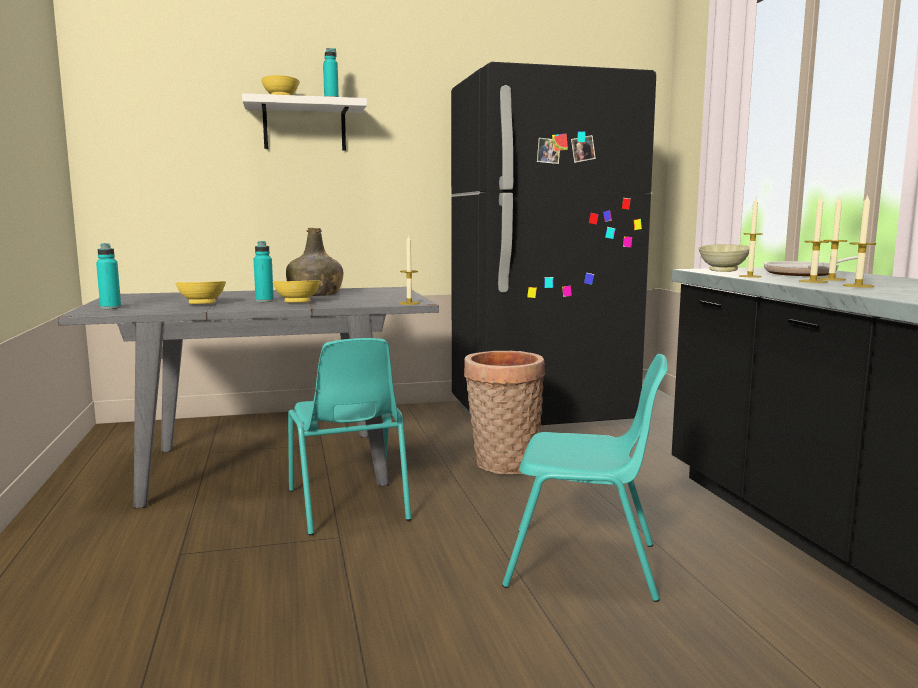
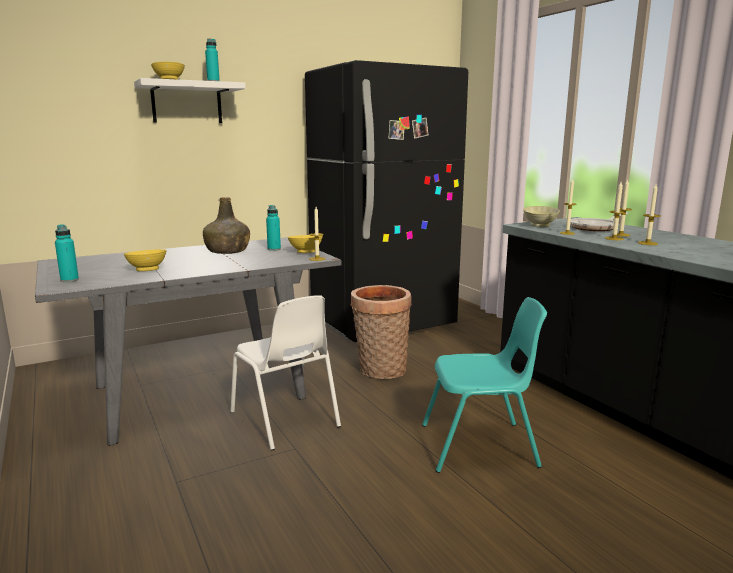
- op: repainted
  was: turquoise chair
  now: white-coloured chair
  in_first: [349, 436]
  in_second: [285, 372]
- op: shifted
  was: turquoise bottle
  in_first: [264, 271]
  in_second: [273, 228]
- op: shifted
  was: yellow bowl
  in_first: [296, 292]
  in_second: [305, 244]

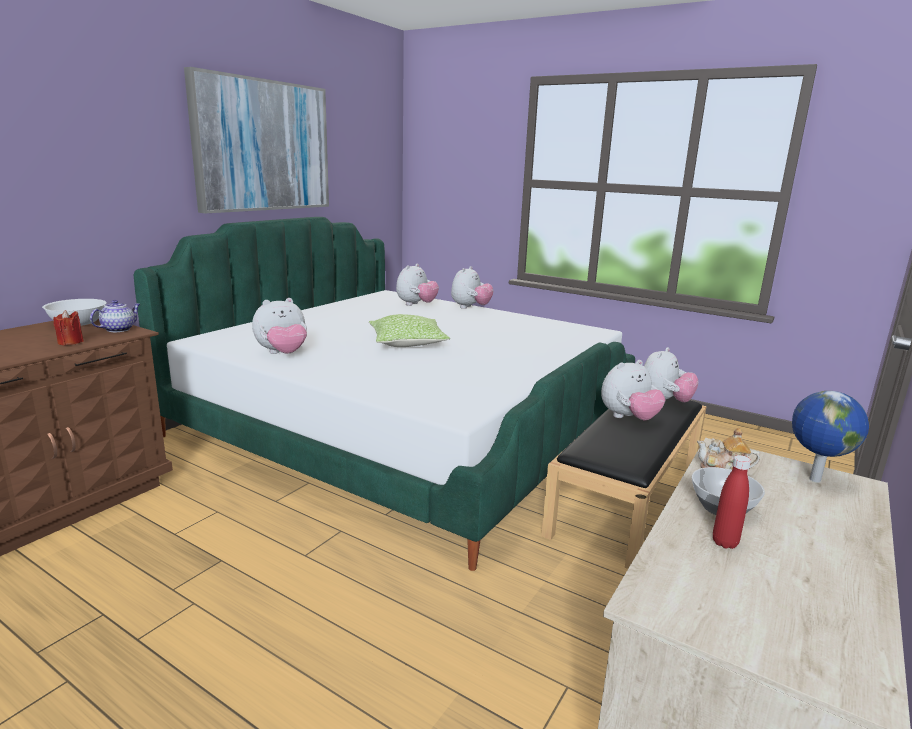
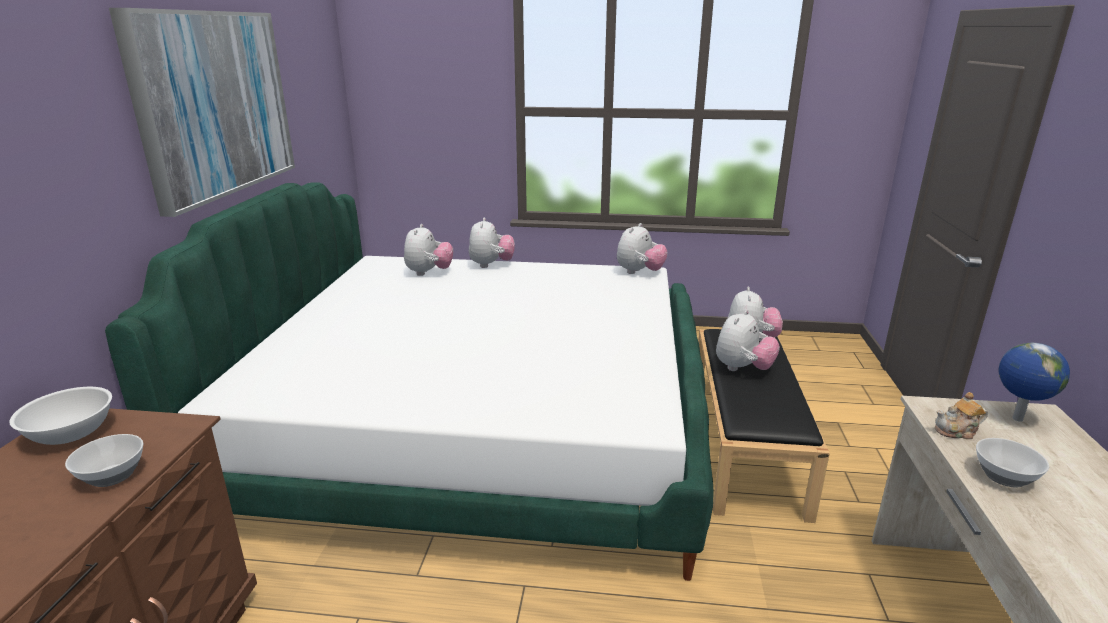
- op: swapped
  was: red wax light
  now: bowl
  in_first: [68, 327]
  in_second: [104, 460]
- op: shifted
  was: plush toy
  in_first: [279, 326]
  in_second: [642, 248]
- op: gone
  was: teapot
  in_first: [115, 316]
- op: gone
  was: pillow
  in_first: [409, 330]
- op: gone
  was: red bottle
  in_first: [732, 502]

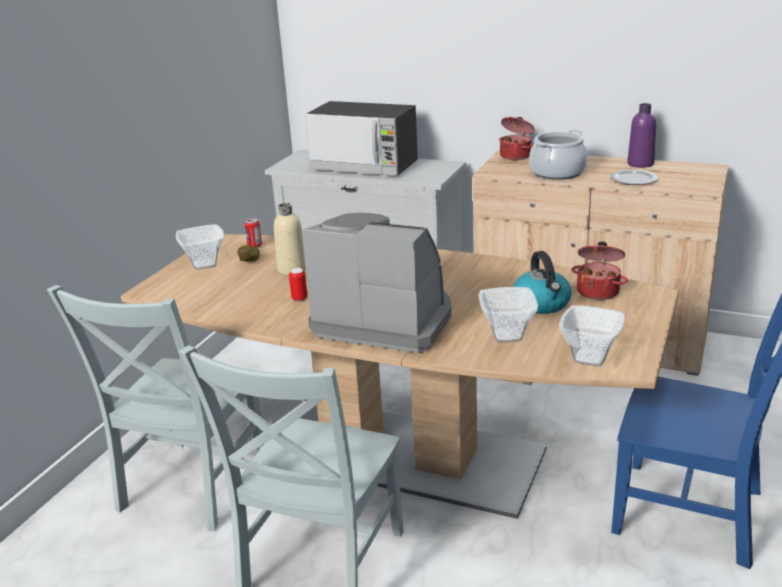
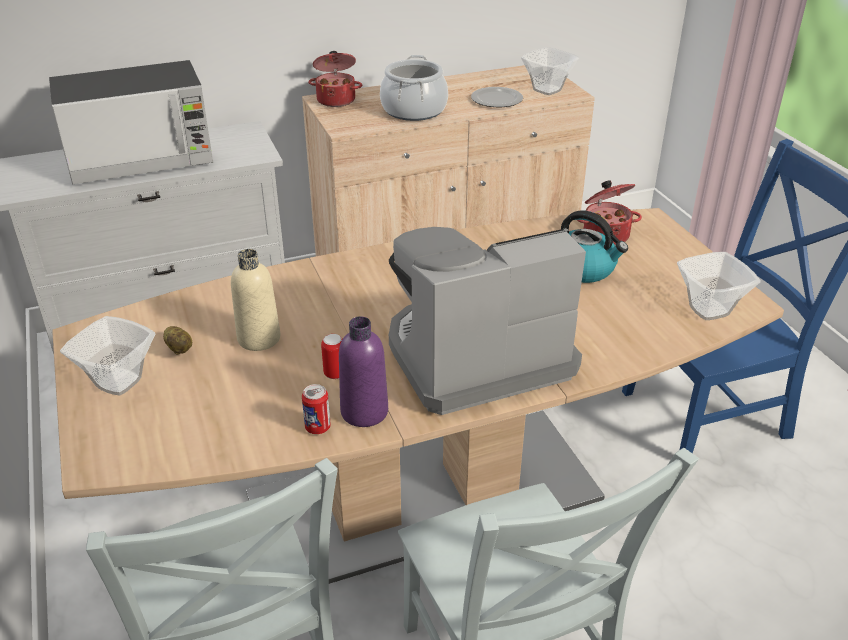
- op: shifted
  was: sealed can
  in_first: [253, 232]
  in_second: [316, 409]
- op: shifted
  was: purplish bottle
  in_first: [641, 135]
  in_second: [363, 371]
- op: shifted
  was: bowl
  in_first: [508, 315]
  in_second: [550, 71]

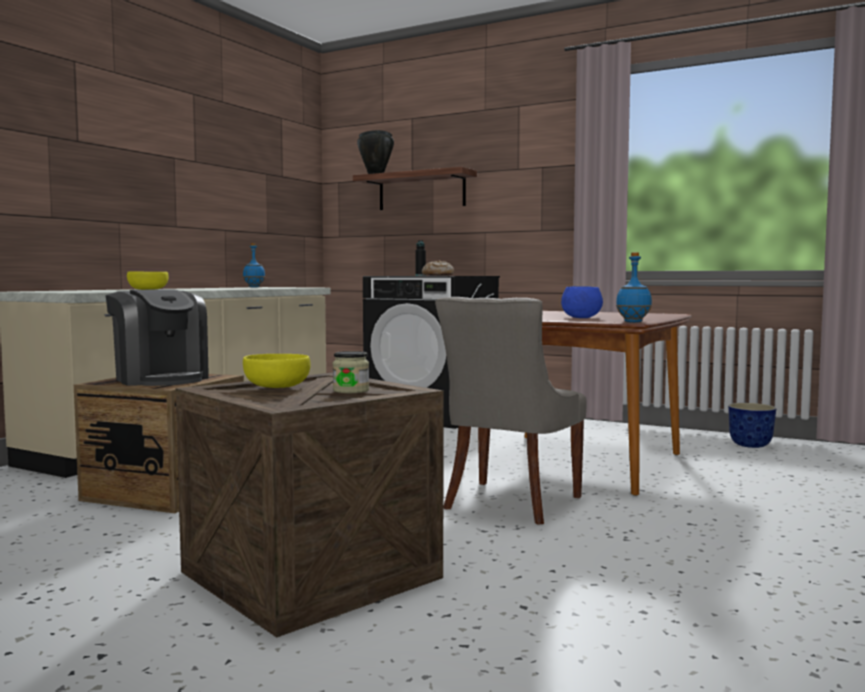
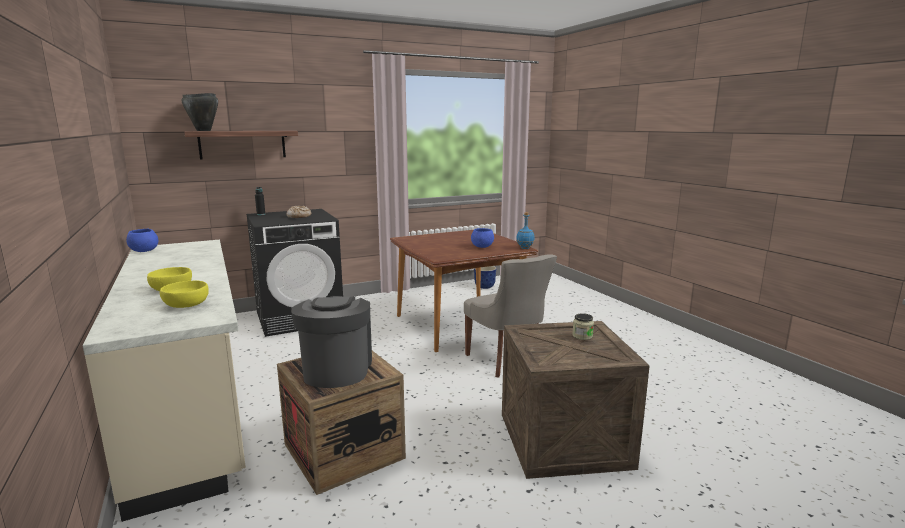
- op: swapped
  was: blue bottle
  now: blue bowl
  in_first: [254, 265]
  in_second: [142, 240]
- op: shifted
  was: yellow bowl
  in_first: [277, 371]
  in_second: [184, 294]
- op: rotated
  was: coffee maker
  in_first: [157, 338]
  in_second: [331, 342]
  clockwise: -90

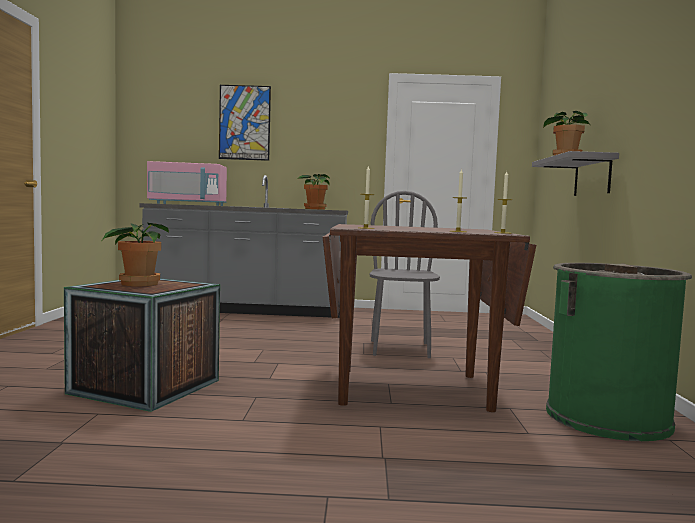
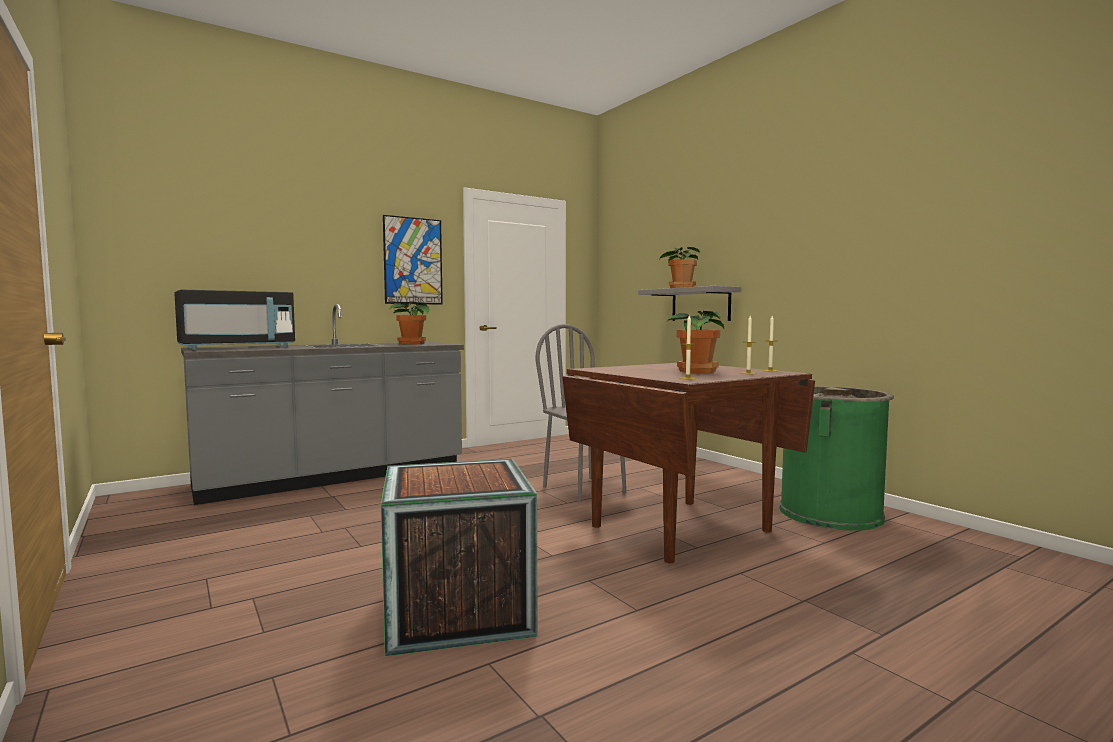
- op: repainted
  was: pink kitchen microwave
  now: blackish kitchen microwave
  in_first: [187, 183]
  in_second: [234, 320]
- op: shifted
  was: wall art
  in_first: [245, 123]
  in_second: [413, 260]
- op: shifted
  was: plant in a pot
  in_first: [135, 254]
  in_second: [695, 342]

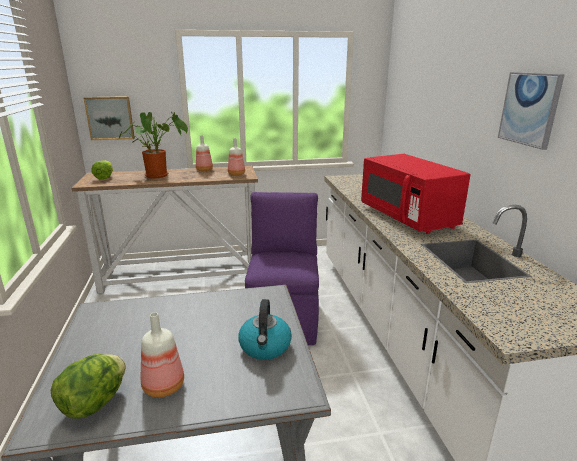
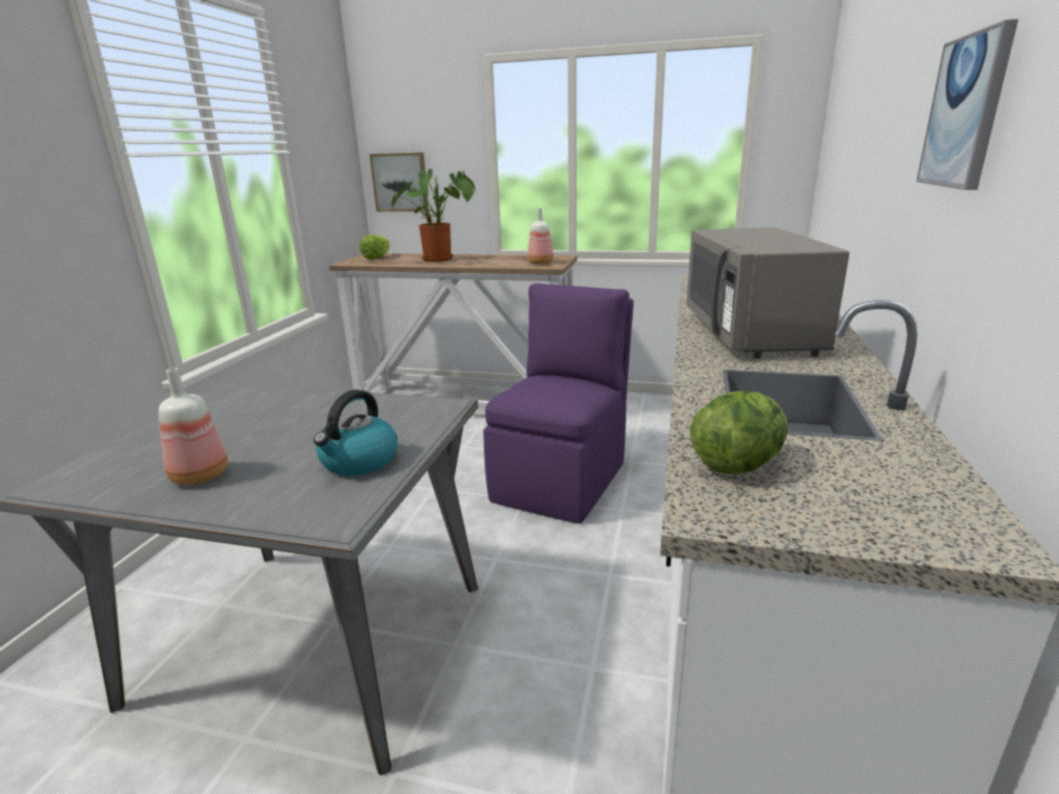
- op: repainted
  was: red kitchen microwave
  now: gray kitchen microwave
  in_first: [416, 194]
  in_second: [768, 292]
- op: shifted
  was: lettuce head
  in_first: [88, 386]
  in_second: [738, 432]
- op: gone
  was: bottle
  in_first: [204, 153]

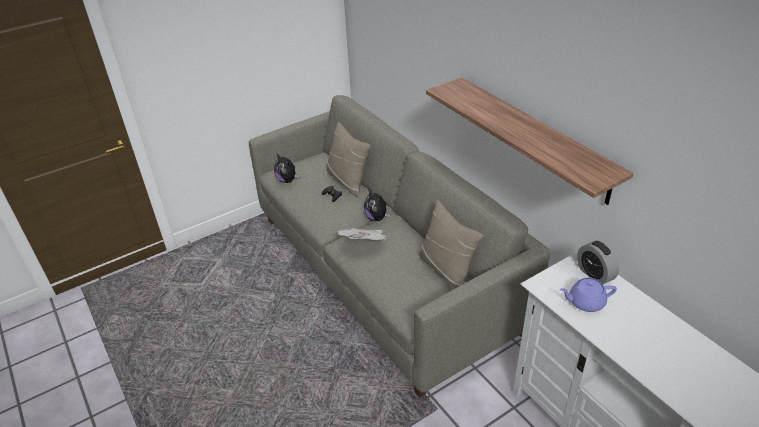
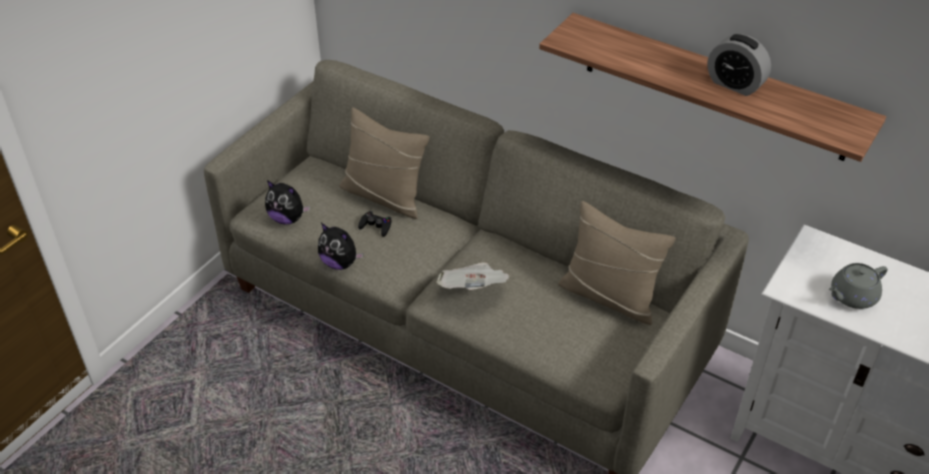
- op: shifted
  was: plush toy
  in_first: [377, 205]
  in_second: [340, 246]
- op: shifted
  was: bedside clock
  in_first: [598, 262]
  in_second: [739, 65]
- op: repainted
  was: purplish teapot
  now: gray teapot
  in_first: [588, 295]
  in_second: [858, 286]

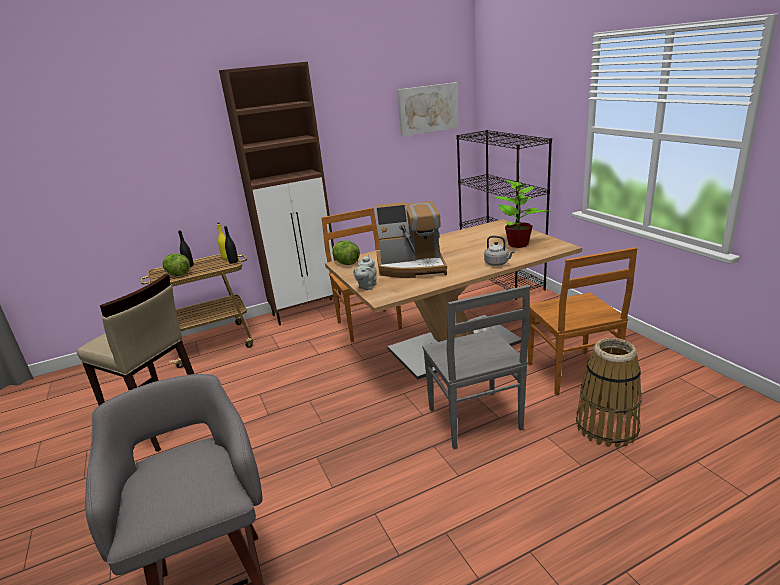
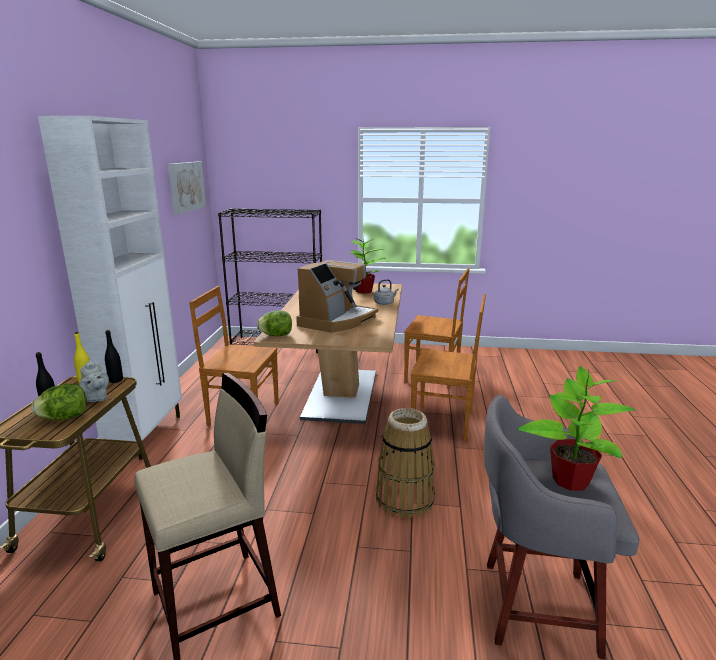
- op: repainted
  was: brownish cupboard
  now: white-coloured cupboard
  in_first: [280, 193]
  in_second: [110, 288]
- op: shifted
  was: gray teapot
  in_first: [365, 272]
  in_second: [94, 381]
- op: shifted
  was: storage basket
  in_first: [609, 392]
  in_second: [405, 463]
- op: repainted
  was: gray chair
  now: brownish chair
  in_first: [476, 367]
  in_second: [448, 367]
- op: new
  now: plant in a pot
  in_second: [576, 428]

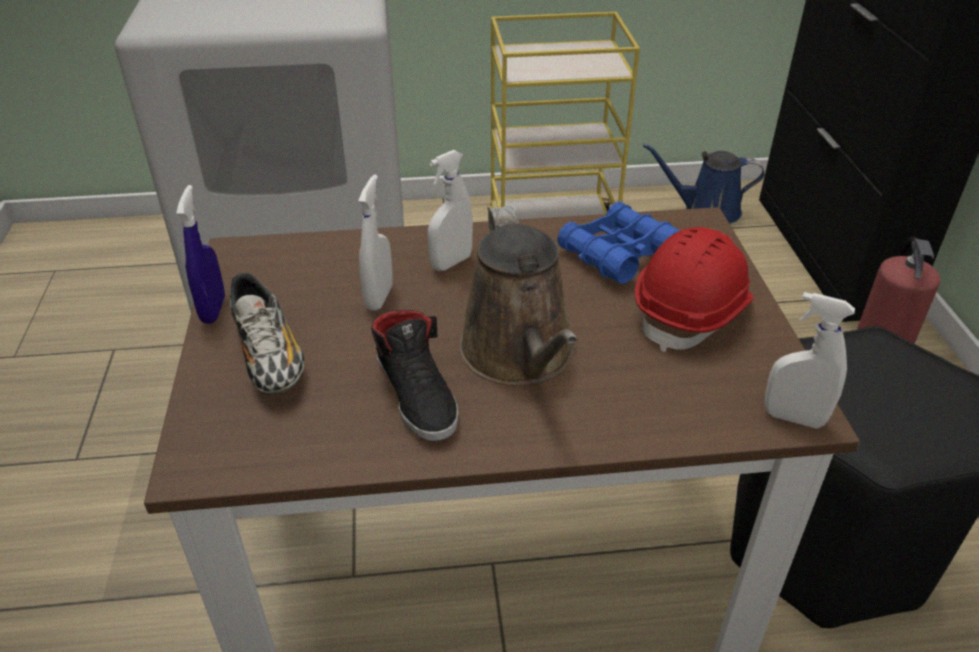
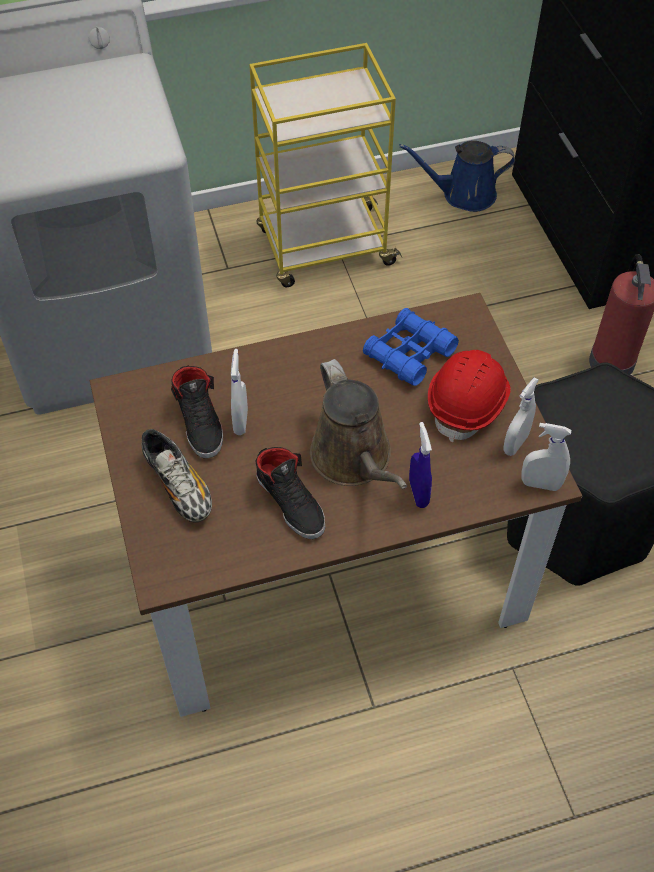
- op: new
  now: blackish shoe
  in_second: [197, 412]
- op: shifted
  was: blue spray bottle
  in_first: [200, 254]
  in_second: [420, 465]
- op: shifted
  was: white-coloured spray bottle
  in_first: [450, 210]
  in_second: [520, 417]

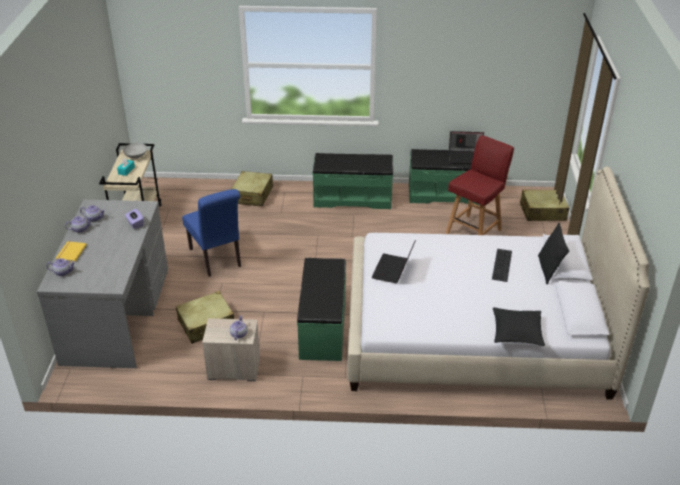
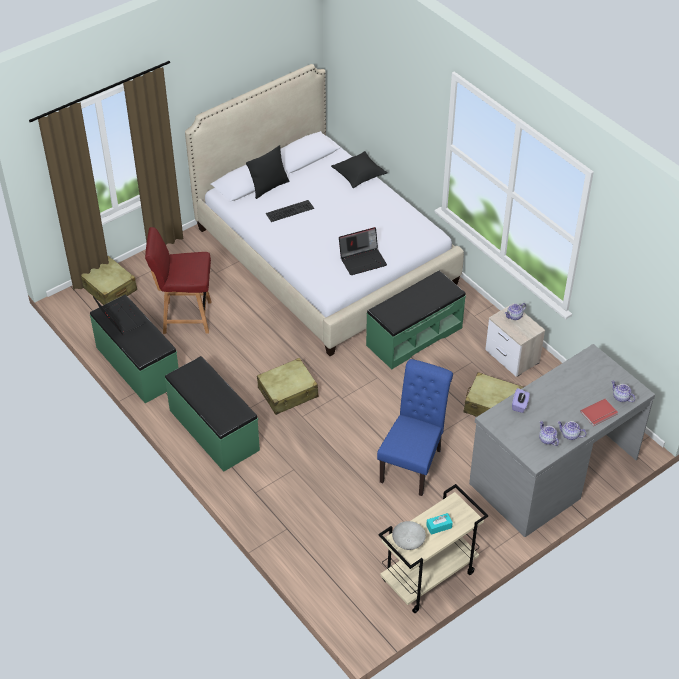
- op: shifted
  was: beige travel case
  in_first: [252, 189]
  in_second: [287, 386]
- op: repainted
  was: yellow book
  now: red book
  in_first: [71, 251]
  in_second: [599, 412]

